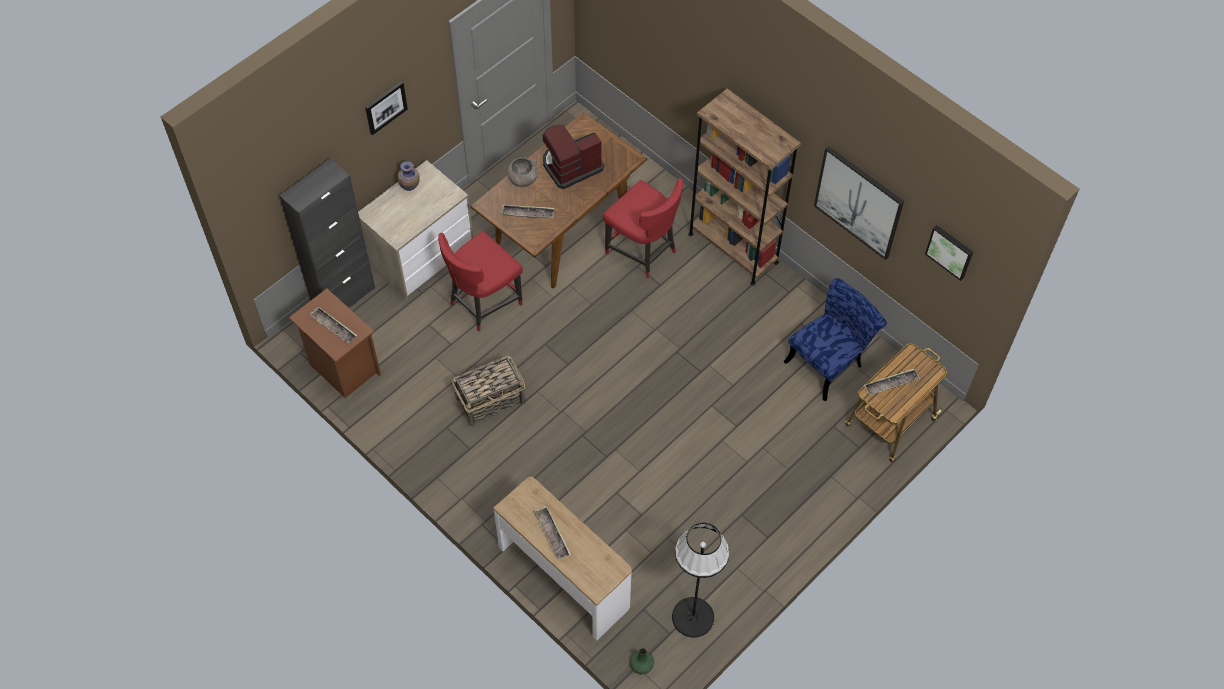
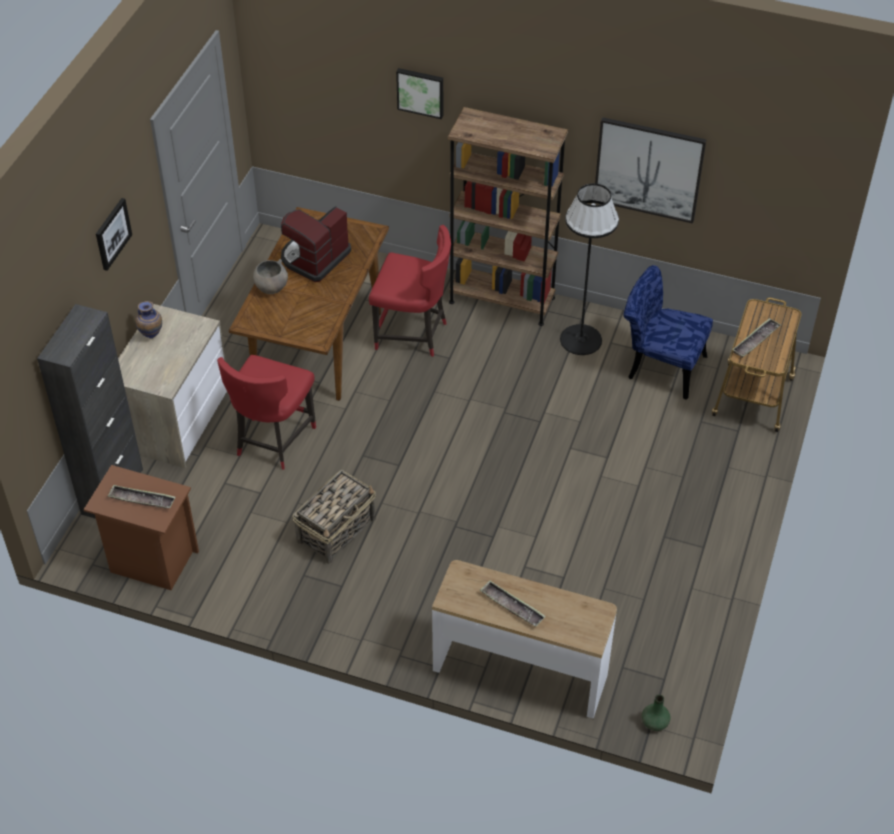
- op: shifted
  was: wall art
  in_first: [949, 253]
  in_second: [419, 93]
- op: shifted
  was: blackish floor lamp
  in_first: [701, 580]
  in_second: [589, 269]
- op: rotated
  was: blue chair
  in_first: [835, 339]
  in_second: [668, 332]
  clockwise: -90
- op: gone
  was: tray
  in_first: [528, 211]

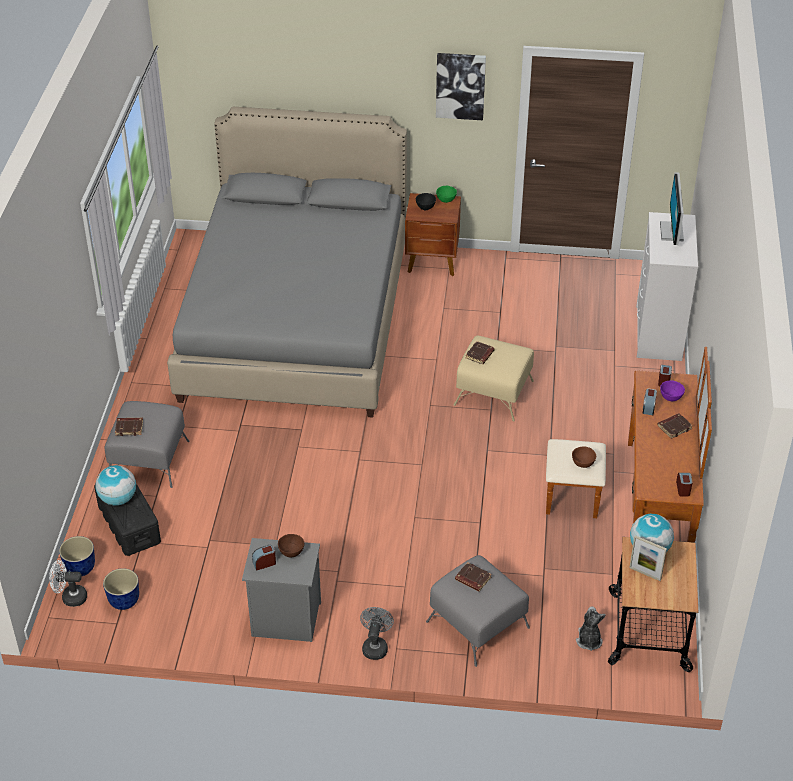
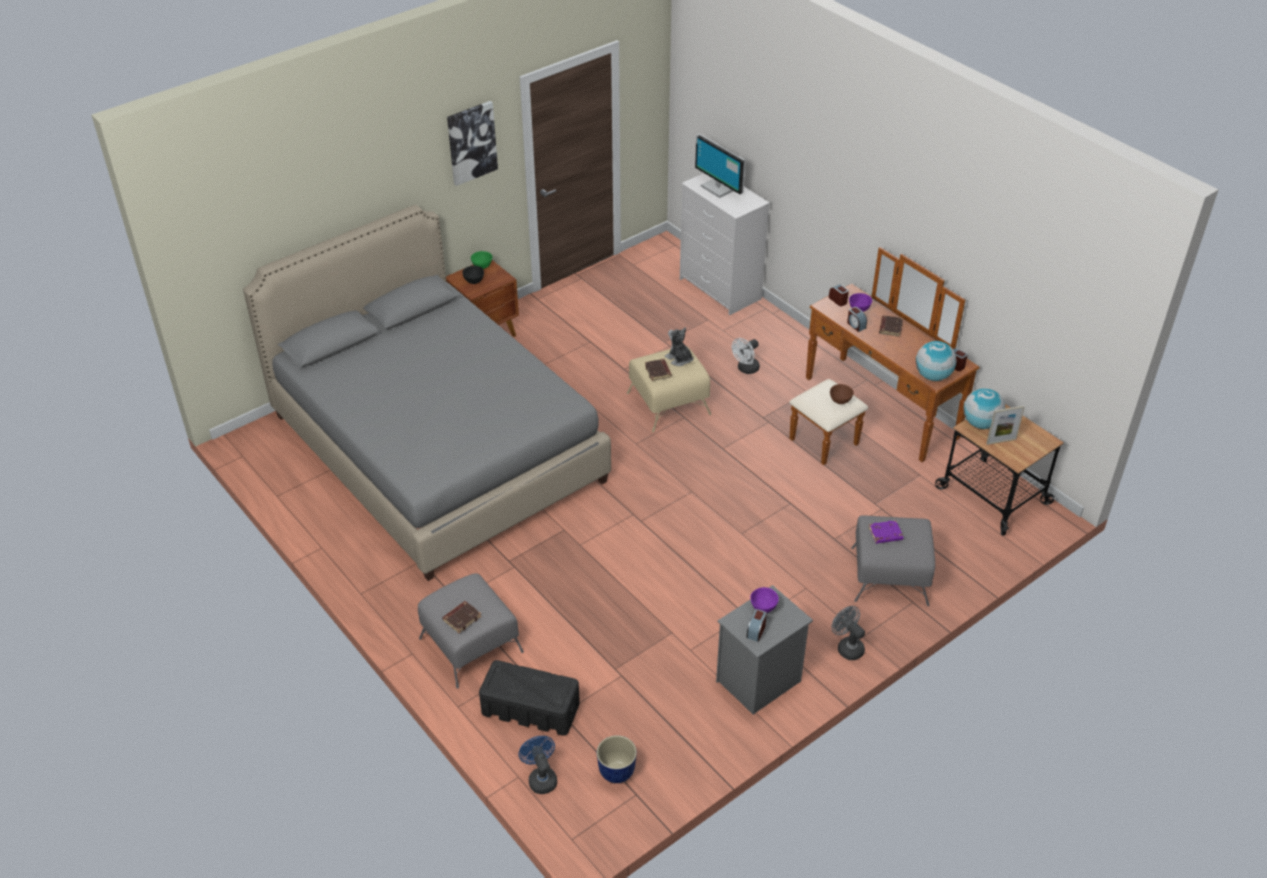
- op: swapped
  was: planter
  now: blue fan
  in_first: [77, 556]
  in_second: [538, 765]
- op: shifted
  was: plush toy
  in_first: [591, 628]
  in_second: [679, 346]
- op: shifted
  was: white-coloured fan
  in_first: [68, 583]
  in_second: [746, 356]
- op: repainted
  was: brownish bowl
  now: purplish bowl
  in_first: [291, 545]
  in_second: [764, 600]
- op: repainted
  was: brownish book
  now: purplish book
  in_first: [473, 577]
  in_second: [886, 532]
- op: shifted
  was: desk globe
  in_first: [115, 485]
  in_second: [936, 361]

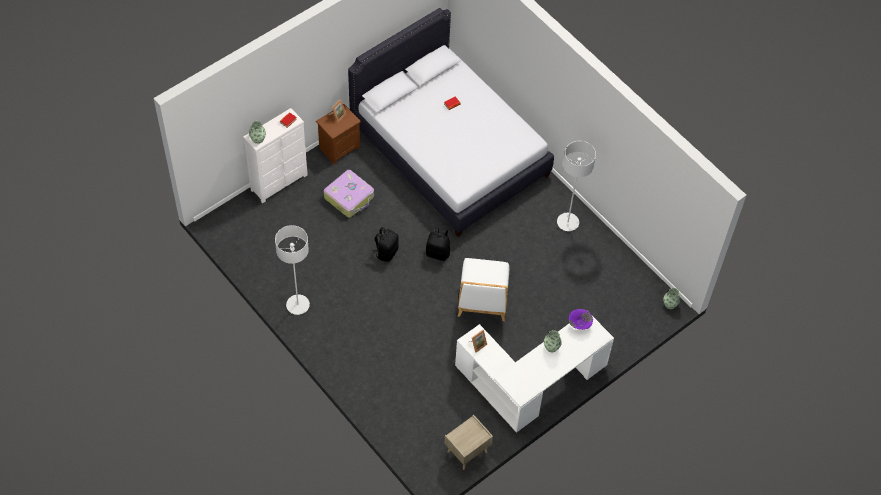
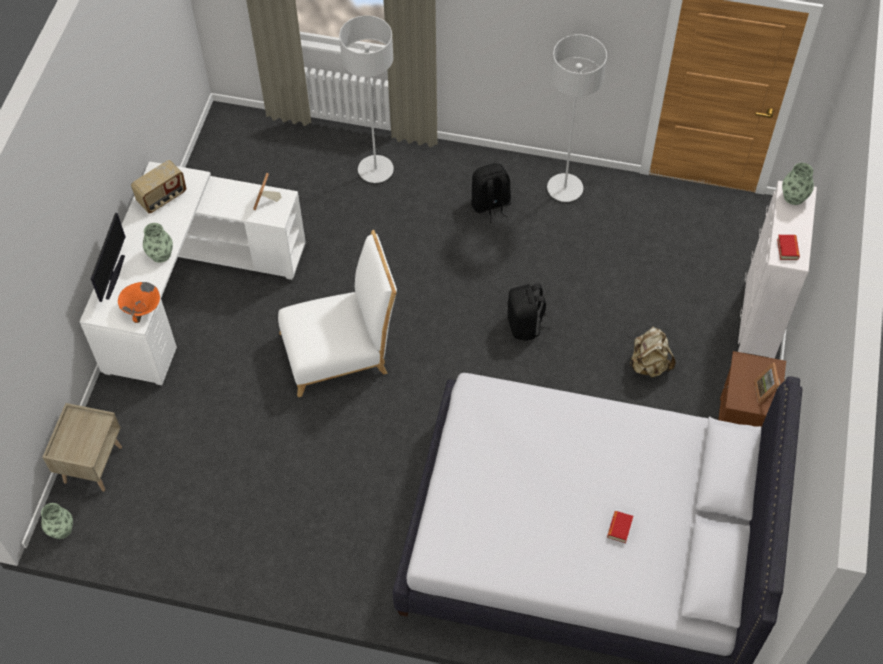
- op: shifted
  was: beige bedside table
  in_first: [468, 442]
  in_second: [82, 447]
- op: new
  now: computer screen
  in_second: [108, 257]
- op: repainted
  was: purplish bowl
  now: orange-coloured bowl
  in_first: [581, 319]
  in_second: [139, 302]
- op: new
  now: radio set
  in_second: [158, 187]
- op: rotated
  was: white-coloured chair
  in_first: [483, 289]
  in_second: [337, 313]
  clockwise: 105
- op: shifted
  was: gray floor lamp
  in_first: [576, 186]
  in_second: [366, 99]
- op: shifted
  was: blackish backpack
  in_first: [438, 244]
  in_second: [491, 193]
- op: swapped
  was: travel case
  now: beige backpack
  in_first: [349, 193]
  in_second: [652, 352]

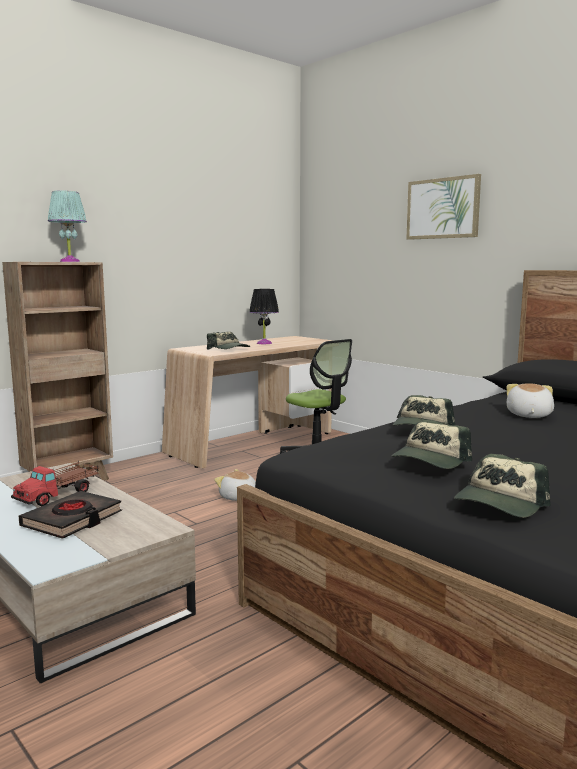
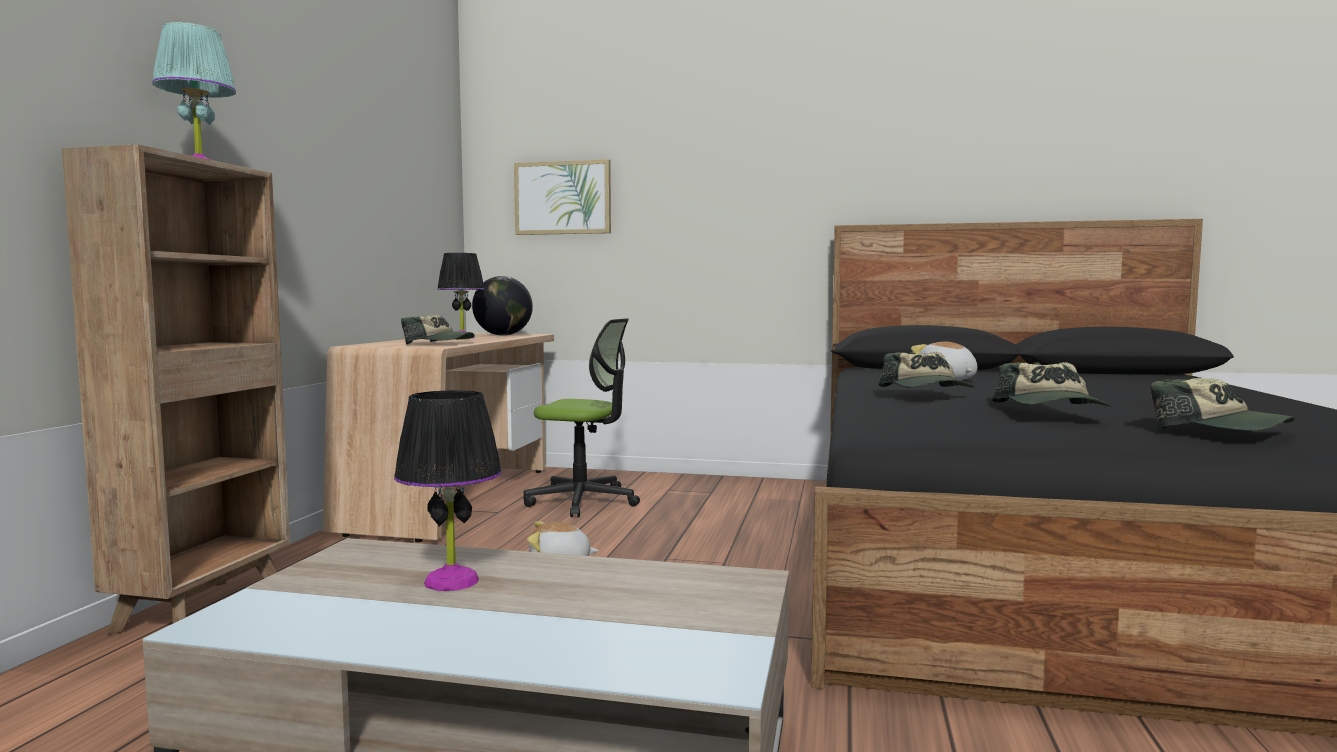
- op: swapped
  was: model truck
  now: blackish tabletop lamp
  in_first: [55, 483]
  in_second: [448, 490]
- op: new
  now: desk globe
  in_second: [502, 306]
- op: shifted
  was: wall art
  in_first: [443, 207]
  in_second: [562, 197]
- op: rotated
  was: peaked cap
  in_first: [502, 485]
  in_second: [1223, 404]
  clockwise: -45
- op: gone
  was: blackish book
  in_first: [70, 515]

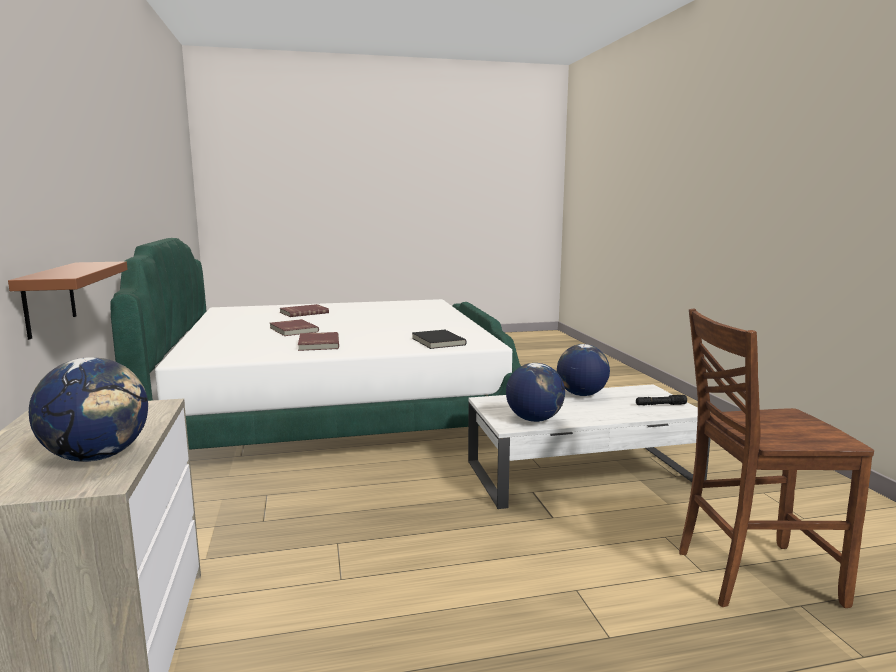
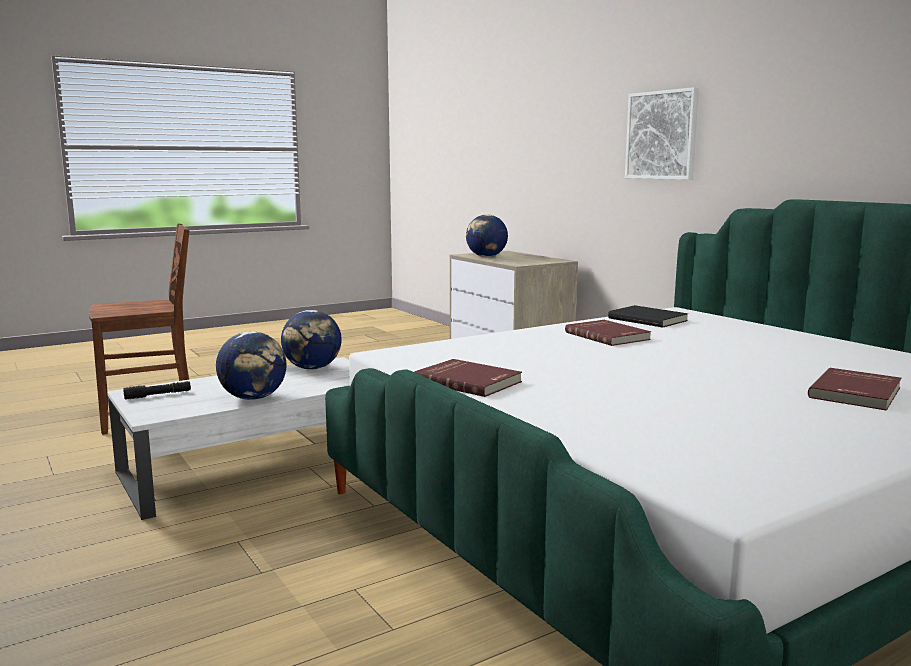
- op: shifted
  was: red book
  in_first: [294, 327]
  in_second: [468, 378]
- op: shifted
  was: blackish book
  in_first: [439, 339]
  in_second: [648, 316]
- op: new
  now: wall art
  in_second: [662, 133]
- op: gone
  was: brownish shelf
  in_first: [68, 300]

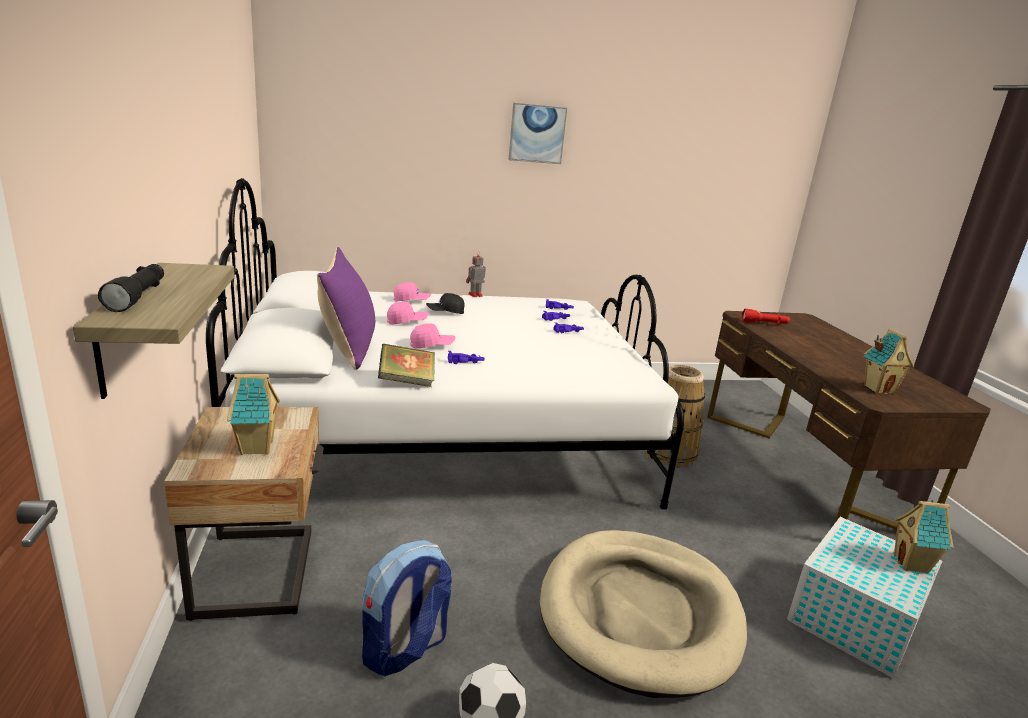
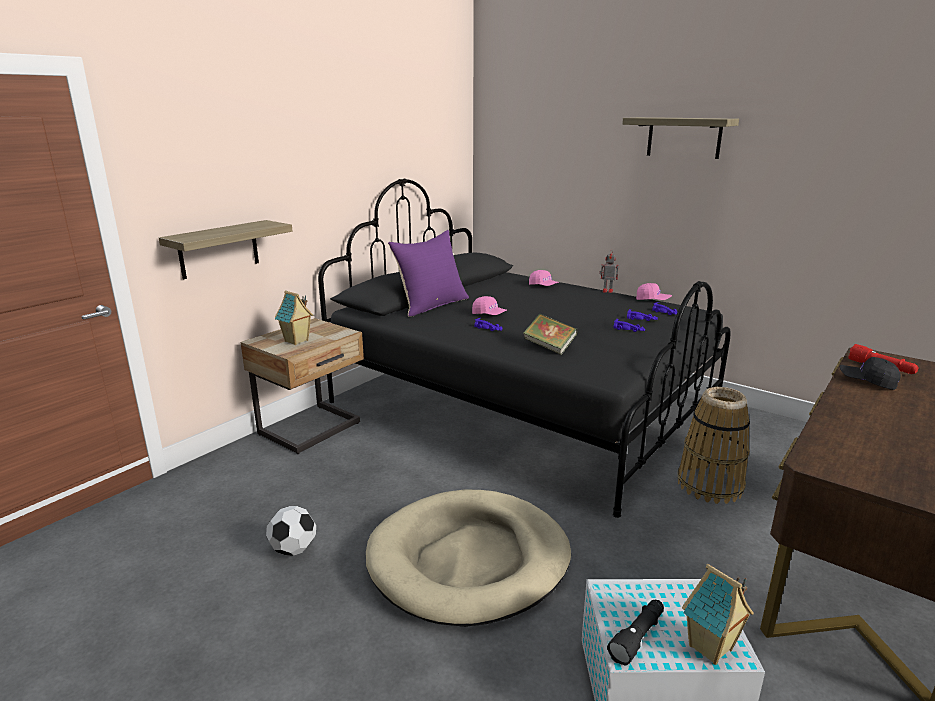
- op: repainted
  was: white-coloured bedroom bed
  now: blackish bedroom bed
  in_first: [445, 344]
  in_second: [524, 348]
- op: shifted
  was: book
  in_first: [406, 365]
  in_second: [550, 334]
- op: shifted
  was: blackish hand torch
  in_first: [131, 288]
  in_second: [635, 633]
- op: swapped
  was: wall art
  now: shelf
  in_first: [538, 133]
  in_second: [680, 138]
- op: shifted
  was: pink peaked cap
  in_first: [407, 313]
  in_second: [654, 291]
- op: shifted
  was: blackish peaked cap
  in_first: [445, 303]
  in_second: [870, 373]
- op: gone
  was: backpack
  in_first: [407, 608]
- op: gone
  was: miniature house
  in_first: [889, 361]

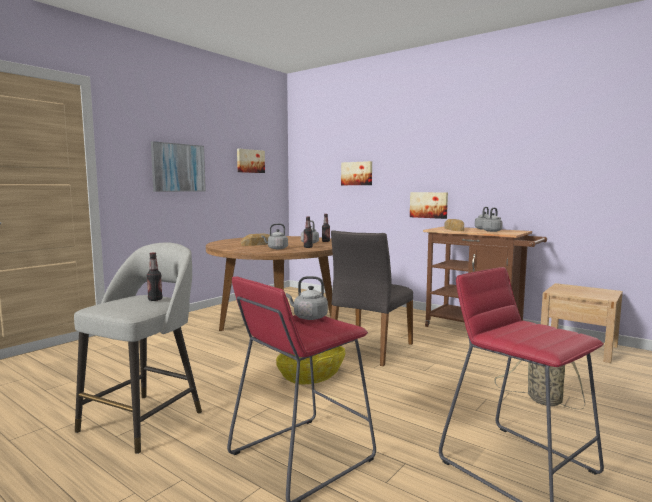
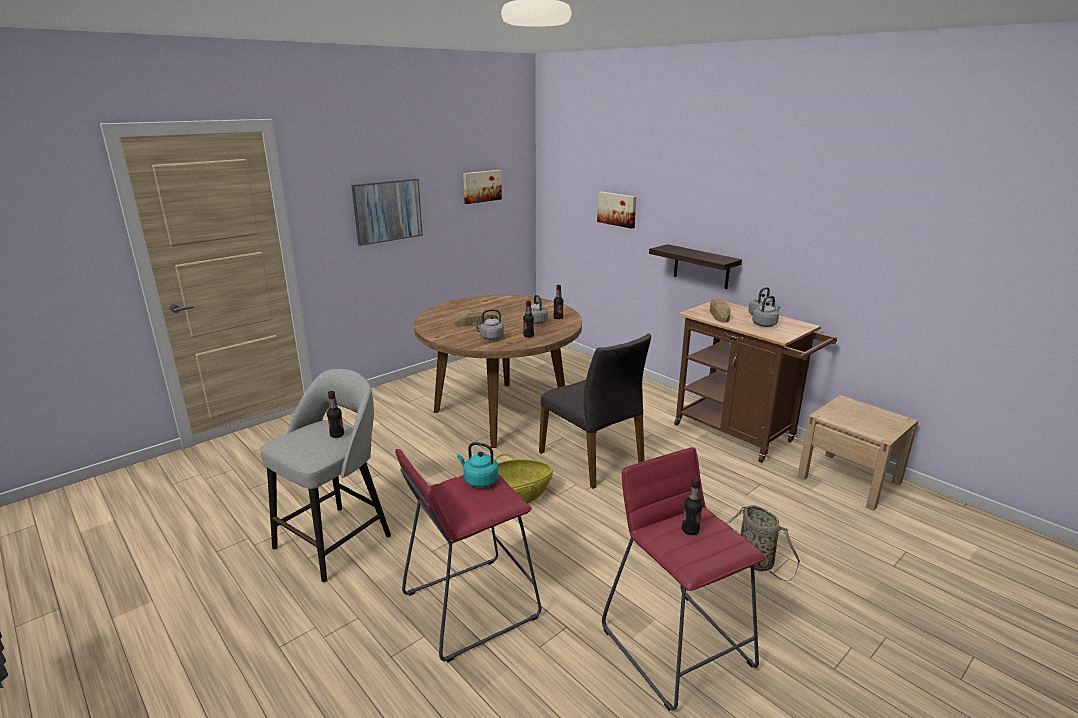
- op: repainted
  was: gray water kettle
  now: turquoise water kettle
  in_first: [307, 298]
  in_second: [477, 464]
- op: rotated
  was: gray chair
  in_first: [372, 298]
  in_second: [595, 411]
  clockwise: -75
- op: swapped
  was: wall art
  now: shelf
  in_first: [429, 205]
  in_second: [695, 266]
- op: new
  now: bottle
  in_second: [692, 506]

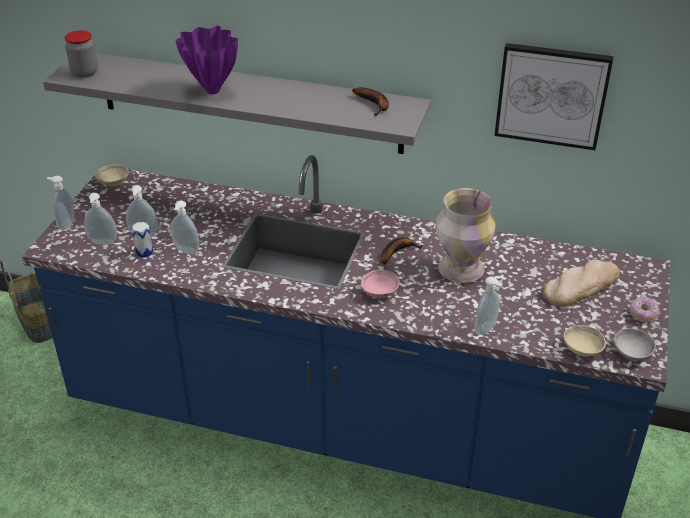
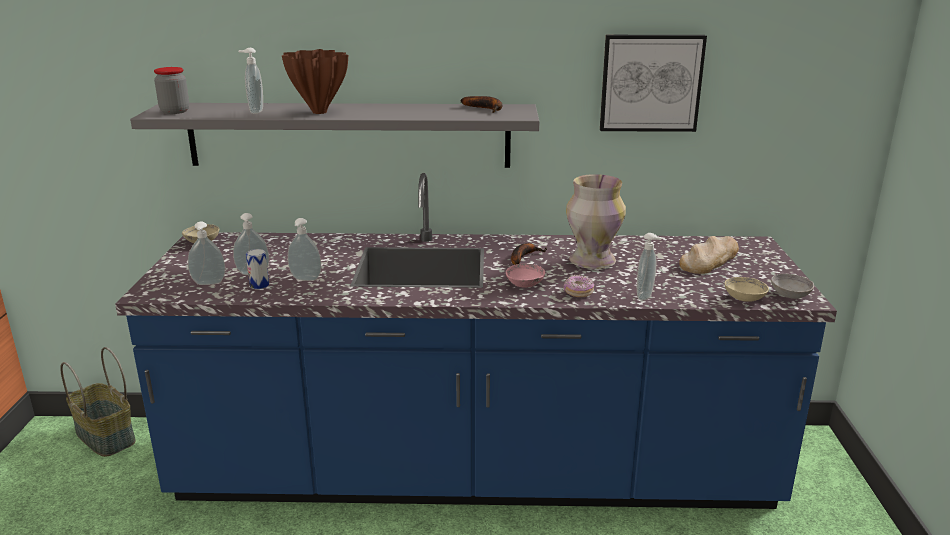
- op: shifted
  was: liquid soap bottle
  in_first: [61, 203]
  in_second: [250, 81]
- op: repainted
  was: purplish vase
  now: brownish vase
  in_first: [206, 60]
  in_second: [315, 81]
- op: shifted
  was: doughnut
  in_first: [644, 309]
  in_second: [579, 286]

